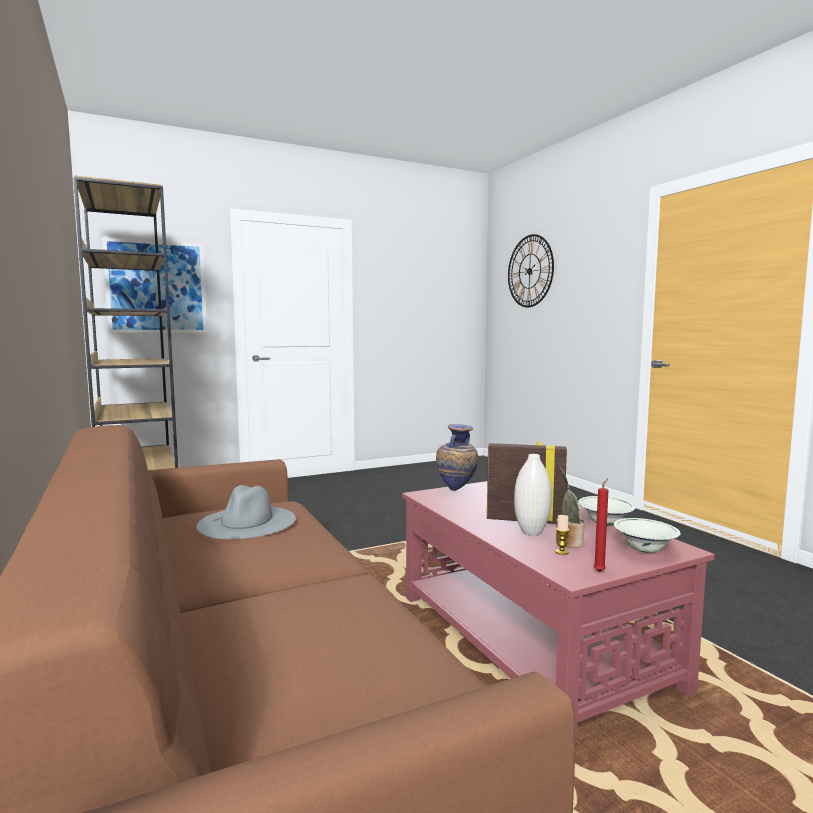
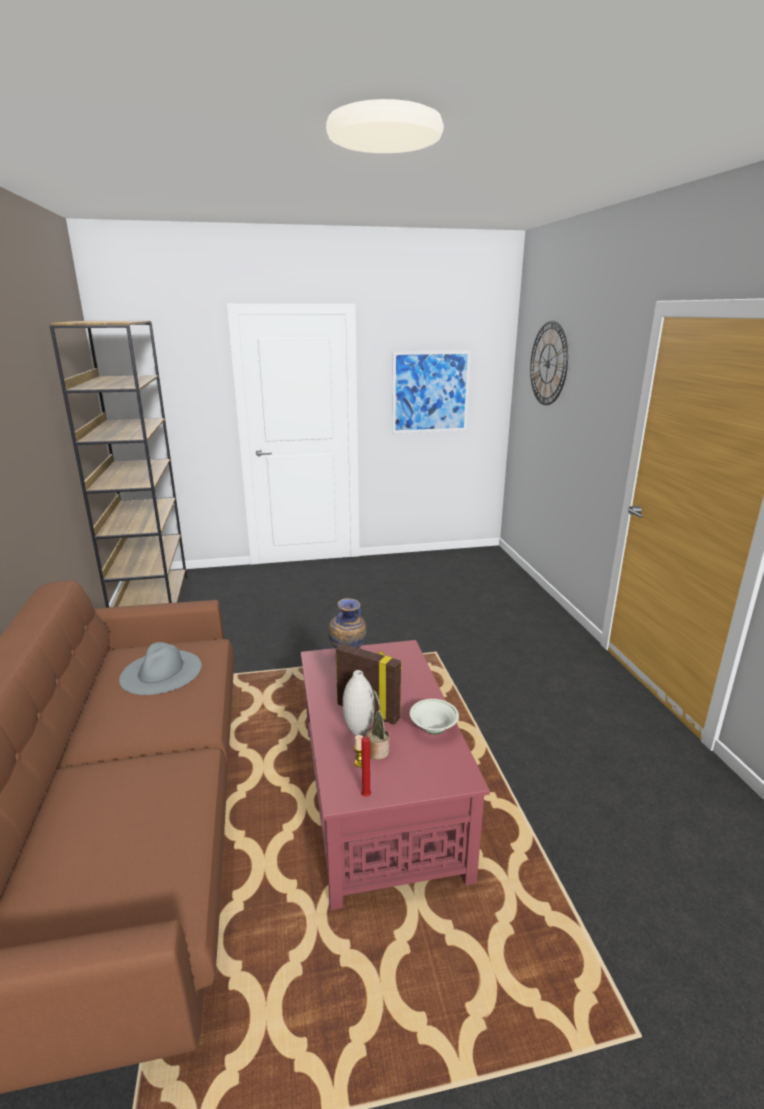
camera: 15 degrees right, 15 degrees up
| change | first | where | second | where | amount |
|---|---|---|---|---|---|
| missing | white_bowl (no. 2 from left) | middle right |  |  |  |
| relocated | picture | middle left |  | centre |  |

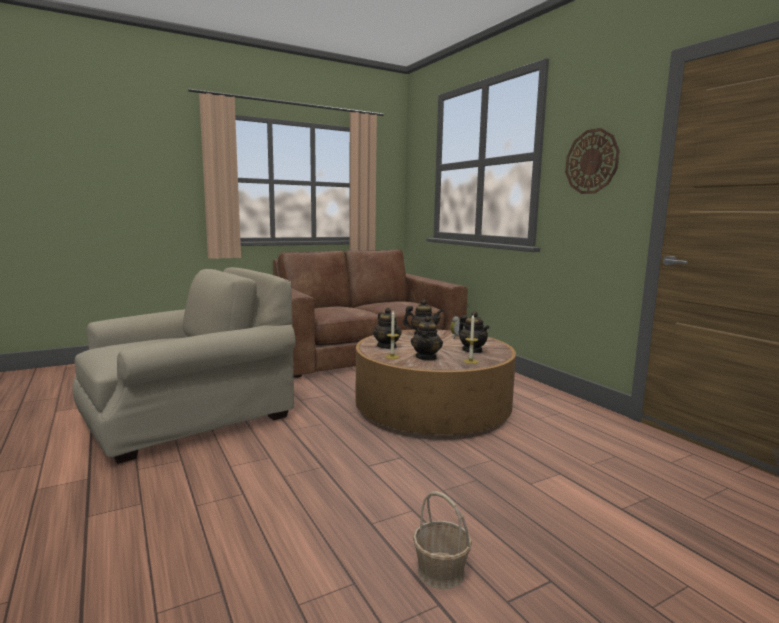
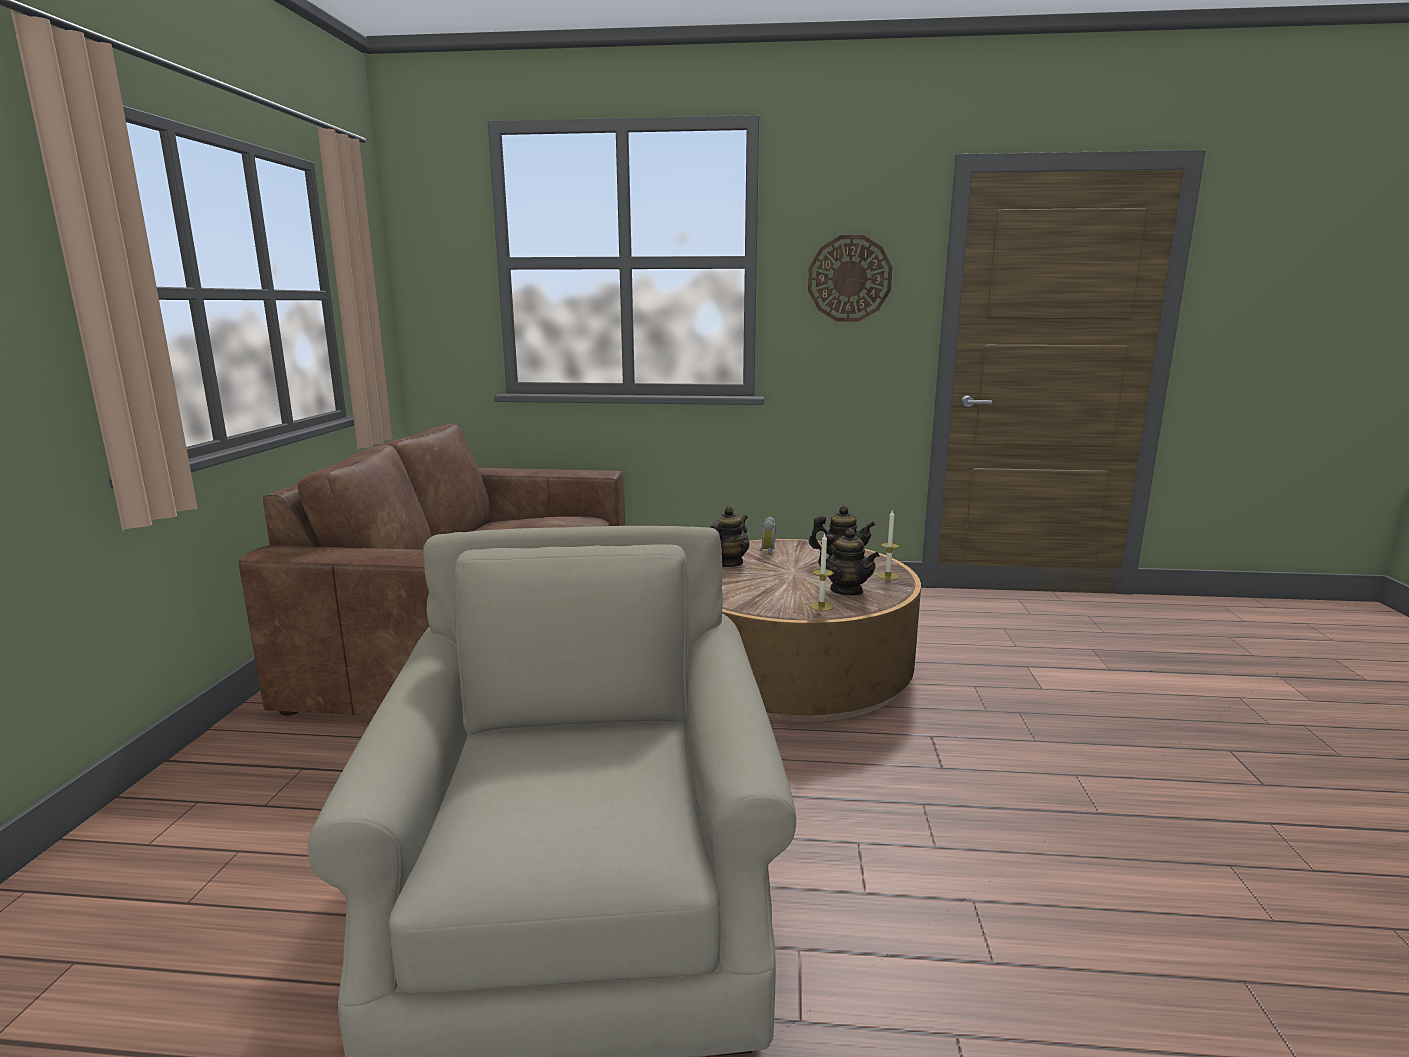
camera: 55 degrees left, 5 degrees up
| change | first | where | second | where | amount |
|---|---|---|---|---|---|
| missing | teapot (no. 1 from left) | centre |  |  |  |
| missing | basket | bottom centre |  |  |  |

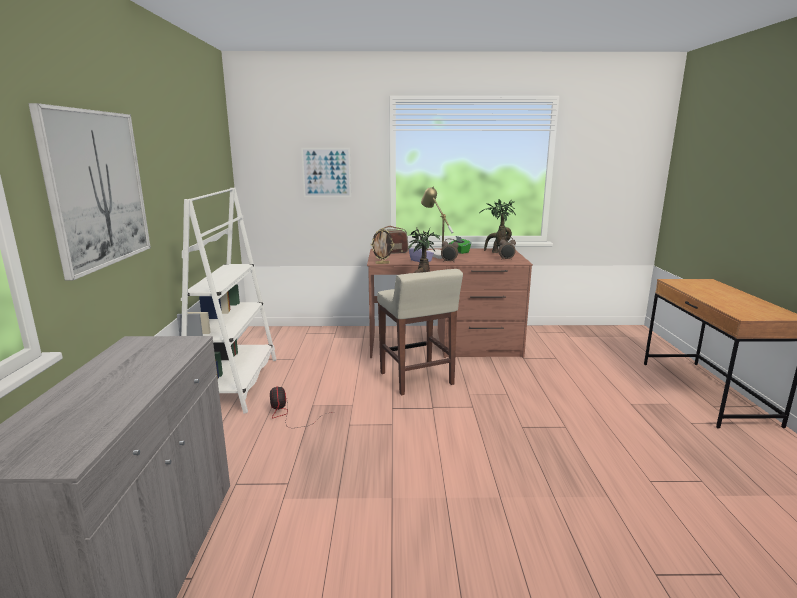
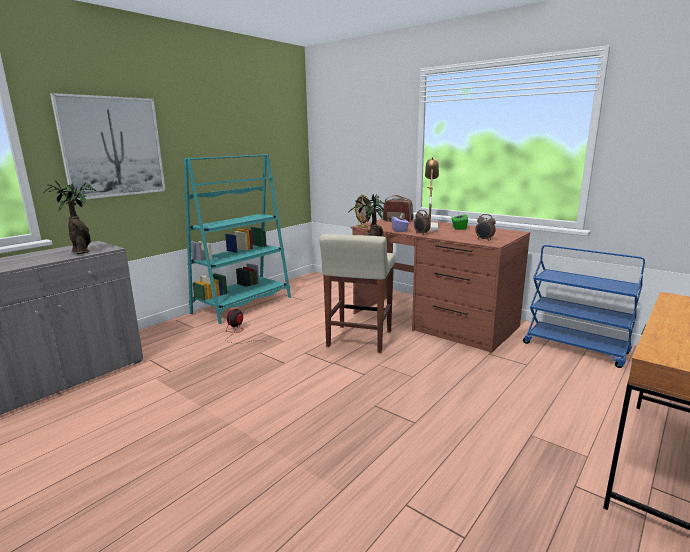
camera: 40 degrees right, 0 degrees up
| change | first | where | second | where | amount |
|---|---|---|---|---|---|
| missing | picture (no. 2 from left) | top centre |  |  |  |
| appeared |  |  | blue_cart | middle right |  |
| relocated | potted_plant (no. 2 from left in the first image) | centre | potted_plant (no. 1 from left) | middle left |  |
| colour | white_bookcase | middle left | turquoise_bookcase | centre |  |

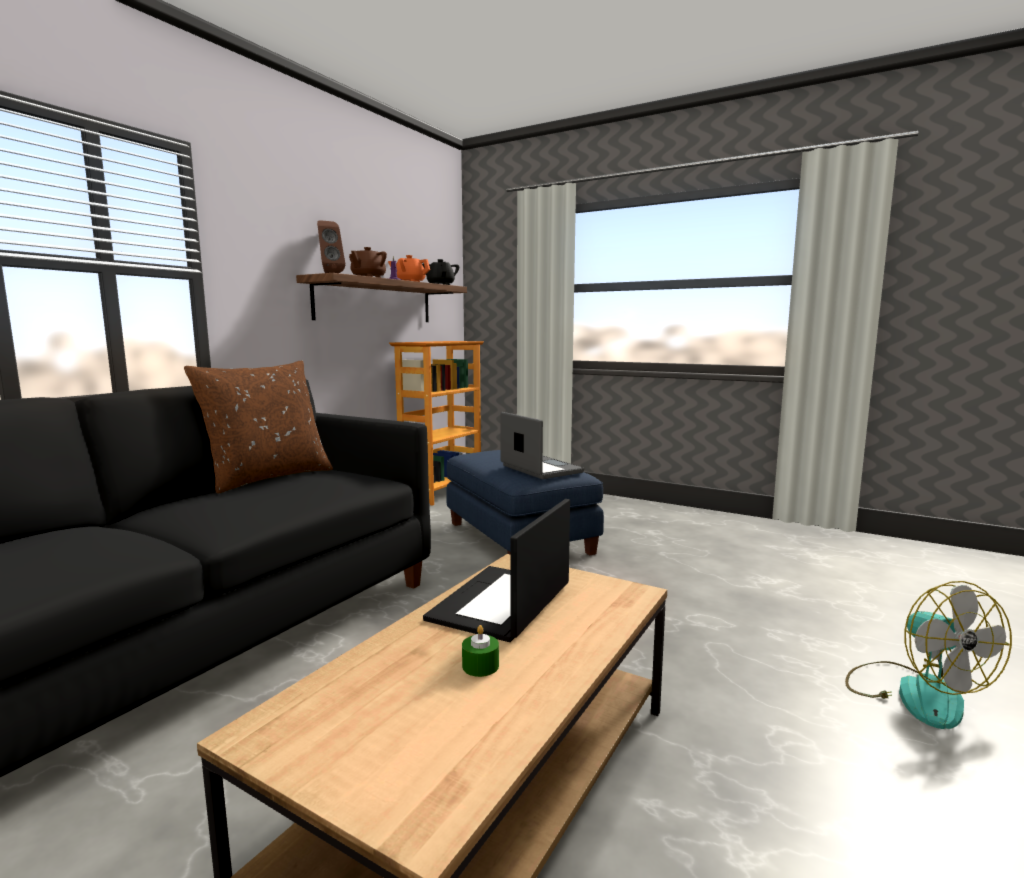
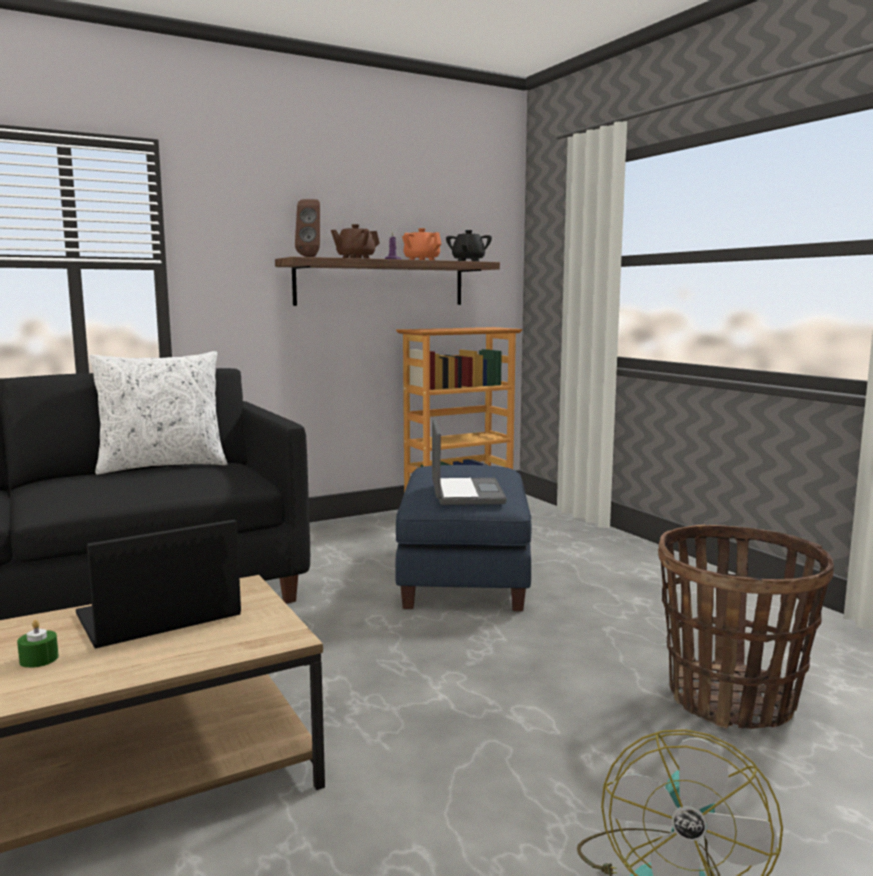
camera: 30 degrees right, 0 degrees up
| change | first | where | second | where | amount |
|---|---|---|---|---|---|
| appeared |  |  | basket | bottom right |  |
| colour | brown_pillow | middle left | white_pillow | middle left |  |

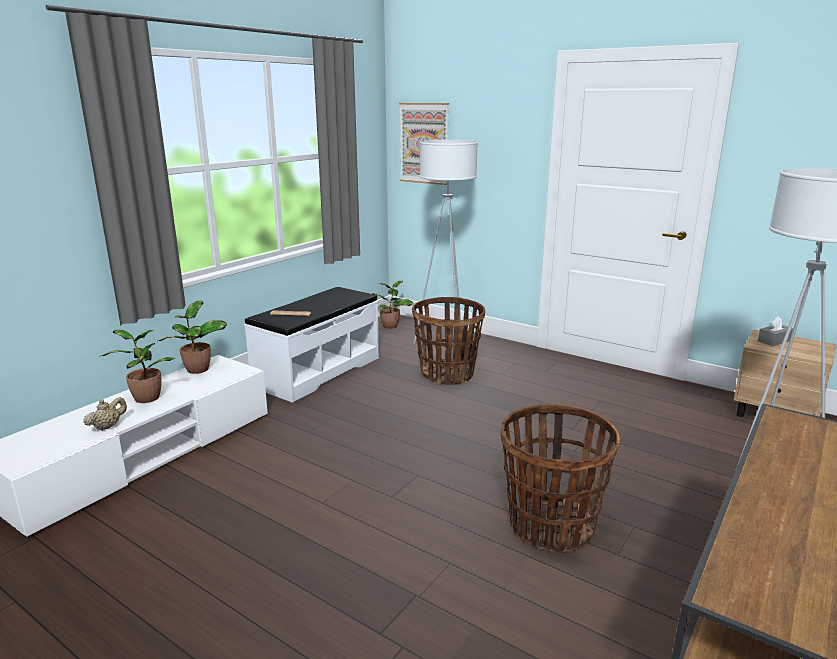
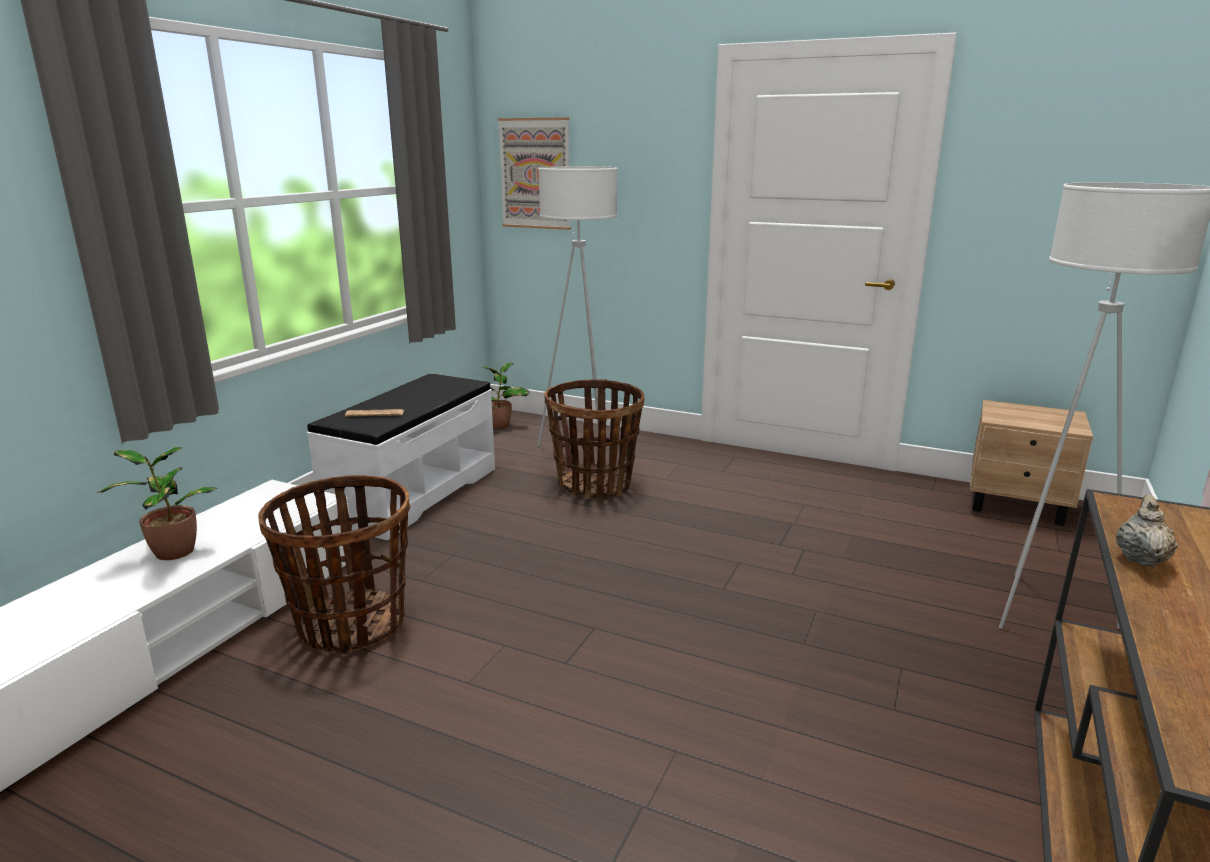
camera: 10 degrees left, 0 degrees up
| change | first | where | second | where | amount |
|---|---|---|---|---|---|
| missing | potted_plant (no. 2 from left) | middle left |  |  |  |
| missing | grey_tissue_box | middle right |  |  |  |
| relocated | beige_teapot | middle left |  | middle right |  |
| relocated | basket (no. 2 from left in the first image) | bottom right | basket (no. 1 from left) | middle left |  |

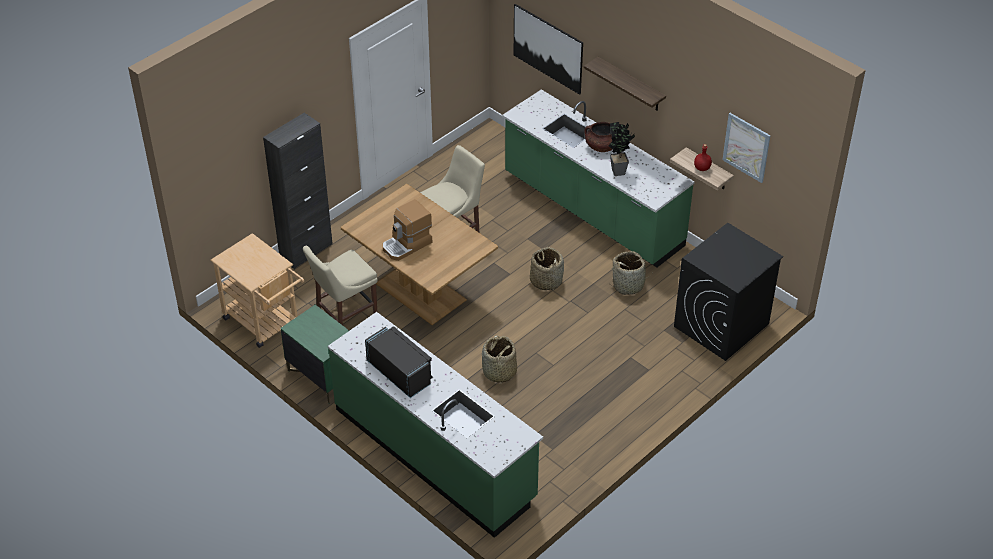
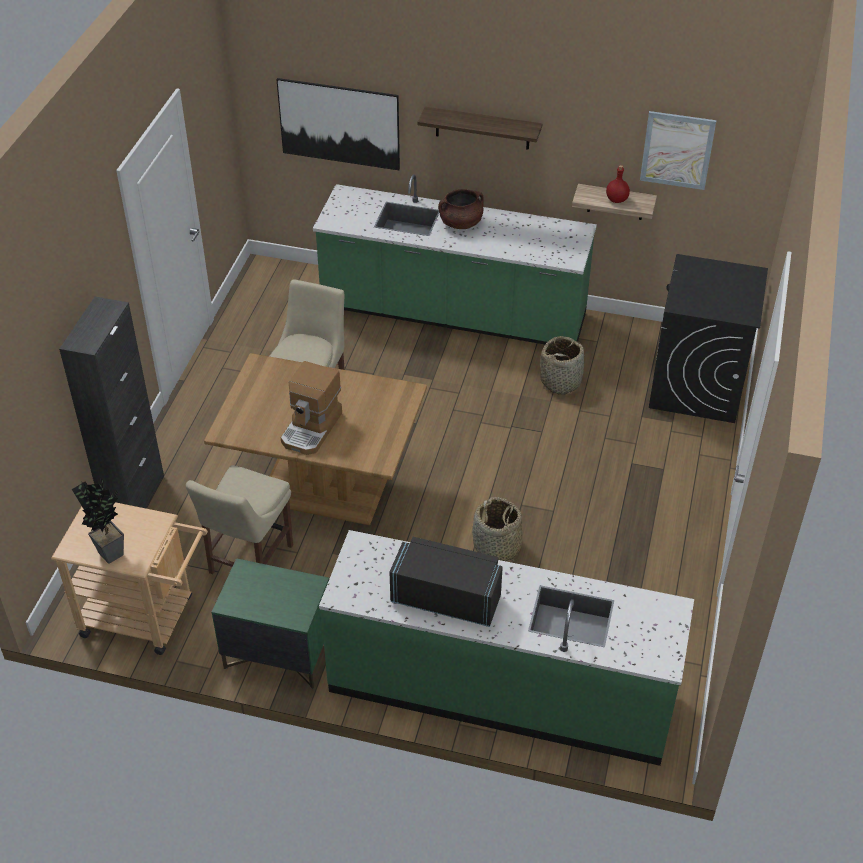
camera: 30 degrees left, 0 degrees up
| change | first | where | second | where | amount |
|---|---|---|---|---|---|
| missing | basket (no. 2 from left) | centre |  |  |  |
| relocated | potted_plant | top centre |  | middle left |  |

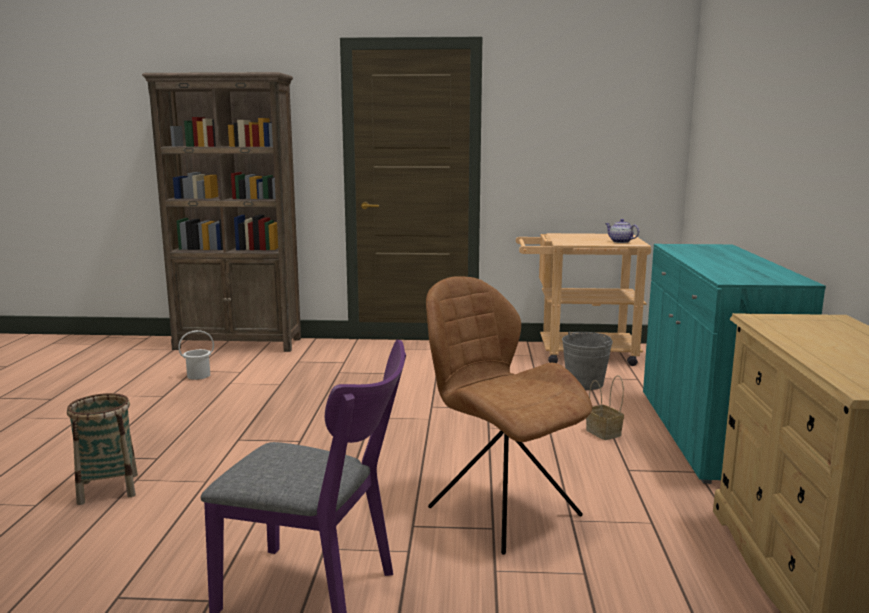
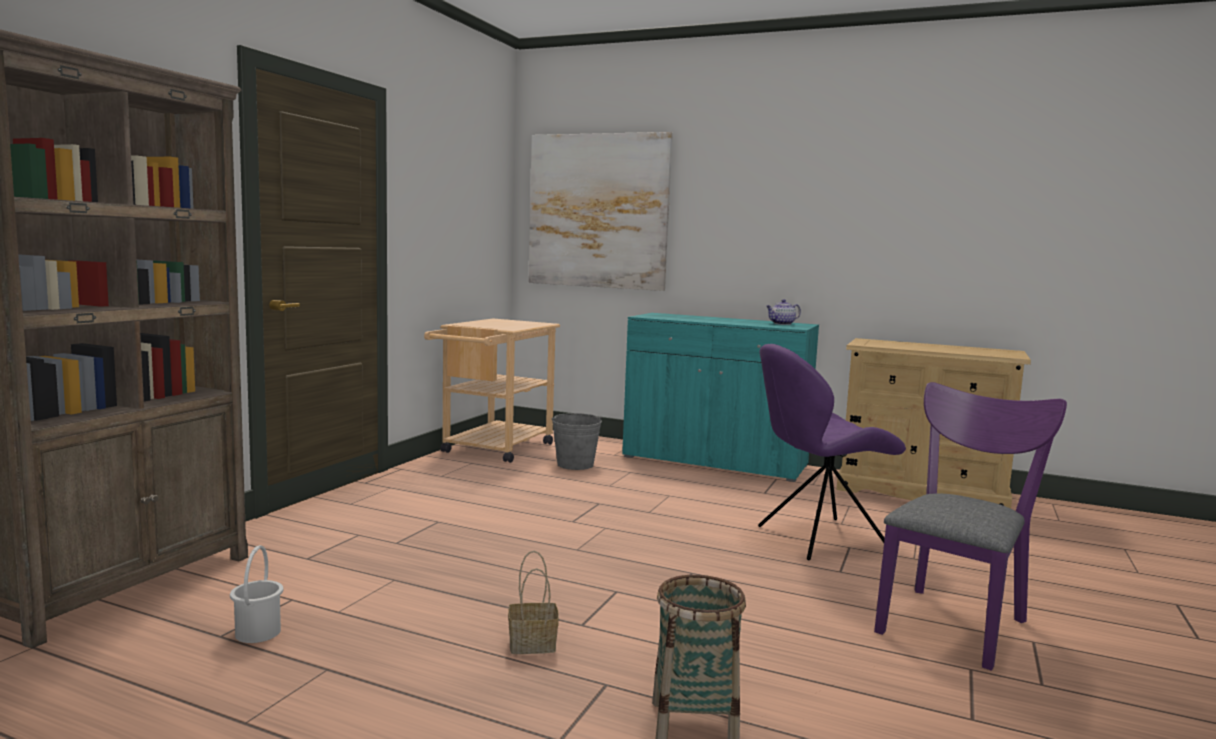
camera: 70 degrees left, 5 degrees down
| change | first | where | second | where | amount |
|---|---|---|---|---|---|
| appeared |  |  | picture | top centre |  |
| relocated | basket (no. 2 from left in the first image) | middle right | basket (no. 1 from left) | bottom centre |  |
| relocated | teapot | middle right |  | centre |  |
| colour | brown_chair | bottom centre | purple_chair (no. 1 from left) | middle right |  |

